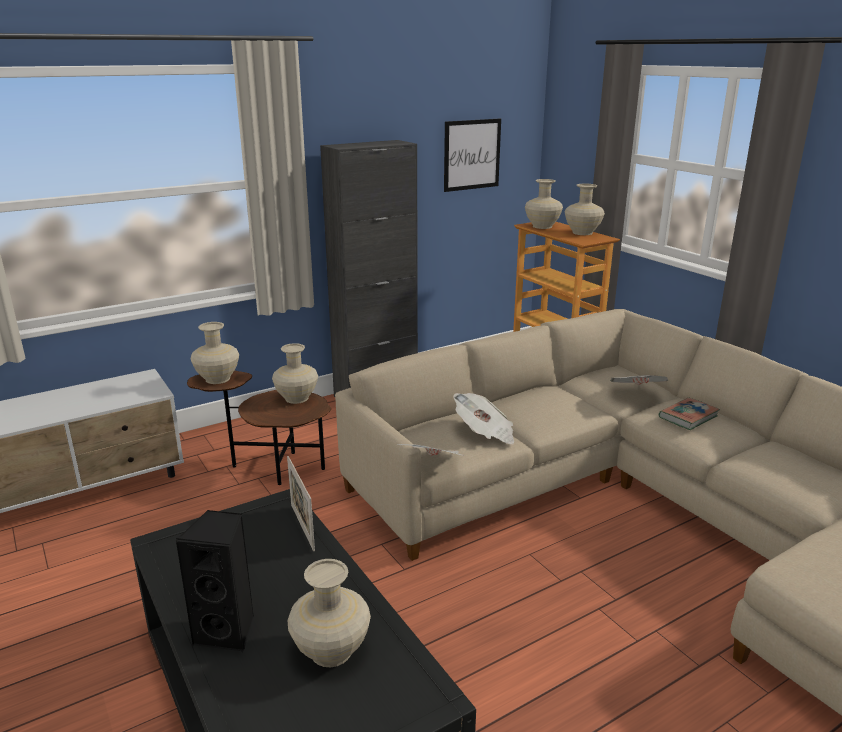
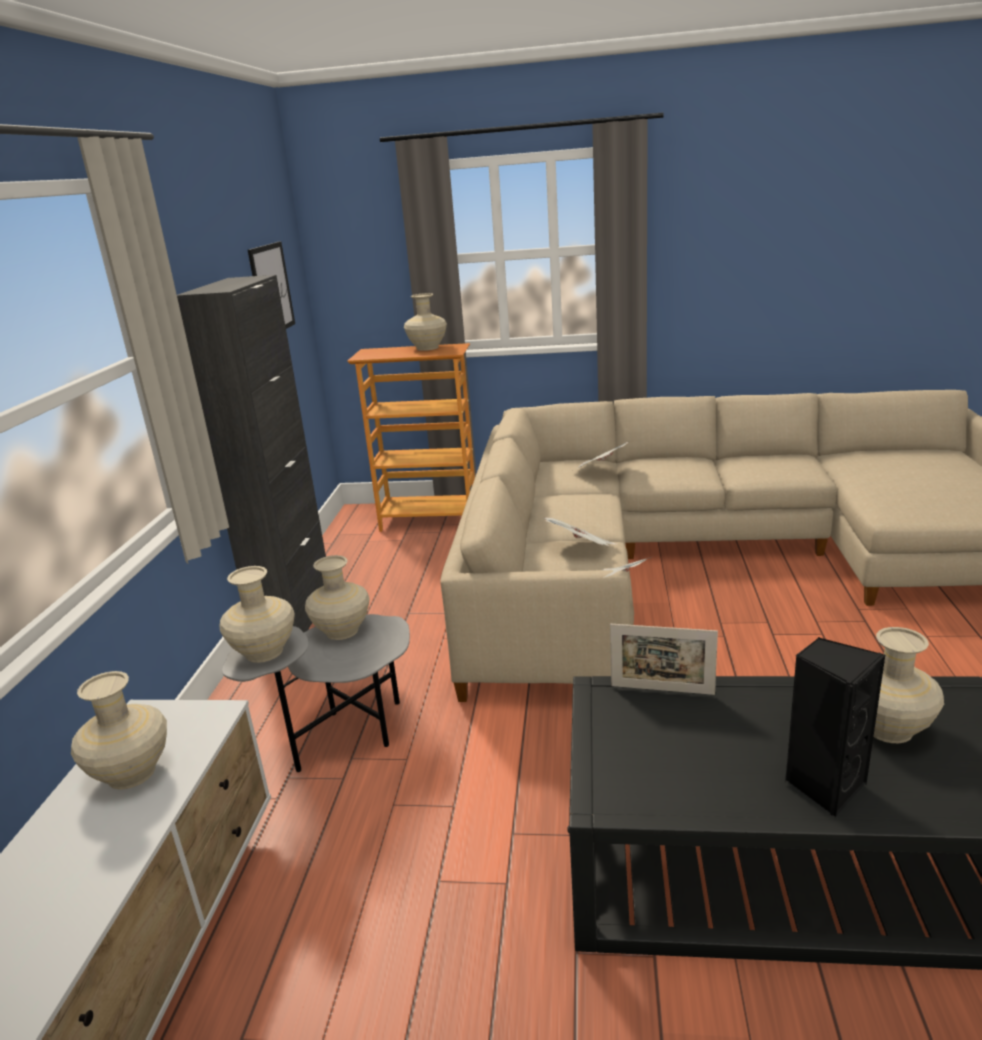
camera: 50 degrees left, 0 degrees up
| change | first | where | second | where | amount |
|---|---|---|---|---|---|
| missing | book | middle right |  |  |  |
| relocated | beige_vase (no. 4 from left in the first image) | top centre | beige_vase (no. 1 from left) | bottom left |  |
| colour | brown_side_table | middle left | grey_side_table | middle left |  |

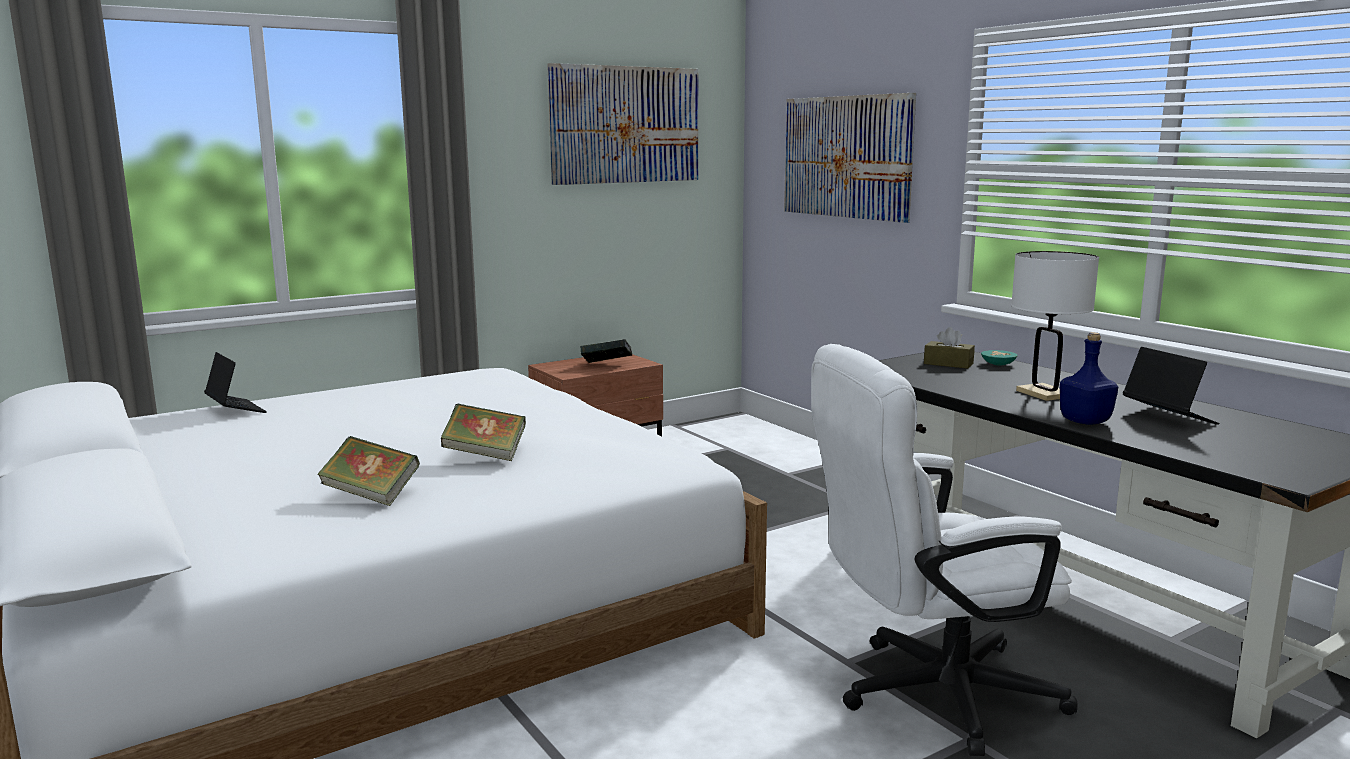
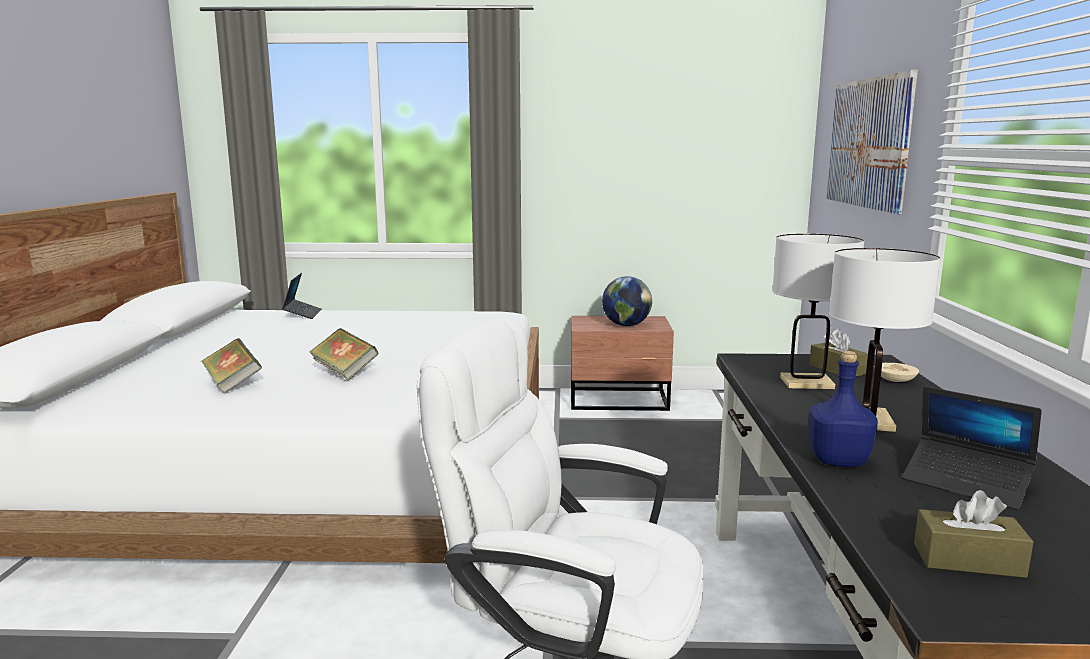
camera: 35 degrees right, 0 degrees up
| change | first | where | second | where | amount |
|---|---|---|---|---|---|
| missing | picture (no. 1 from left) | top centre |  |  |  |
| appeared |  |  | white_table_lamp (no. 1 from left) | middle right |  |
| appeared |  |  | brown_tissue_box (no. 2 from left) | bottom right |  |
| exchanged | book (no. 3 from left) | centre | globe | centre |  |
| colour | turquoise_bowl | middle right | beige_bowl | middle right |  |
| spun | laptop (no. 2 from left) | middle right |  | bottom right | 120 degrees clockwise |

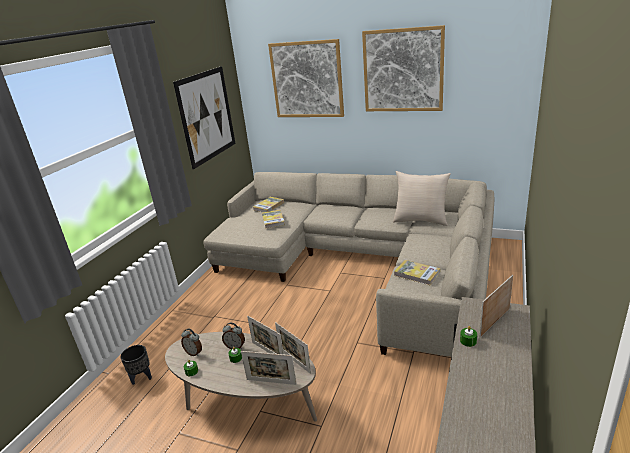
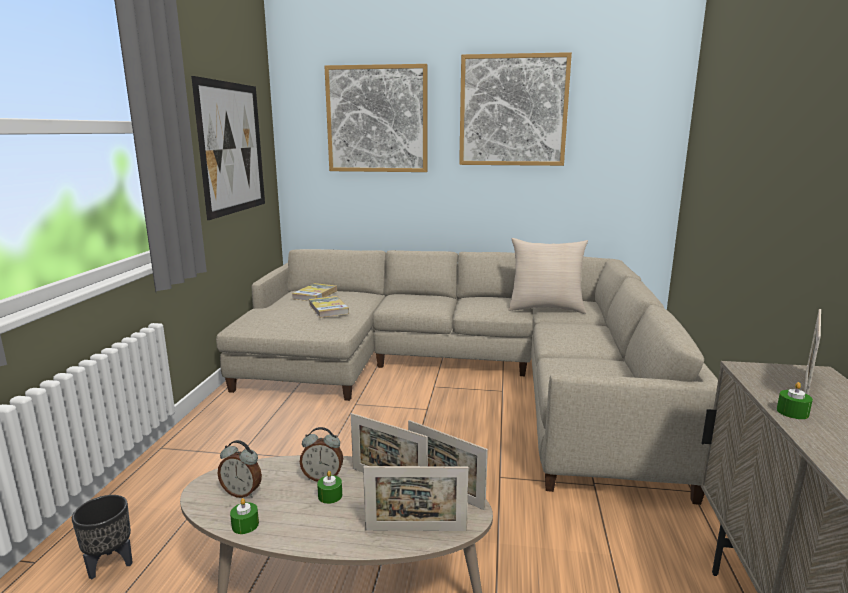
camera: 15 degrees left, 10 degrees down
| change | first | where | second | where | amount |
|---|---|---|---|---|---|
| missing | book (no. 3 from left) | centre |  |  |  |

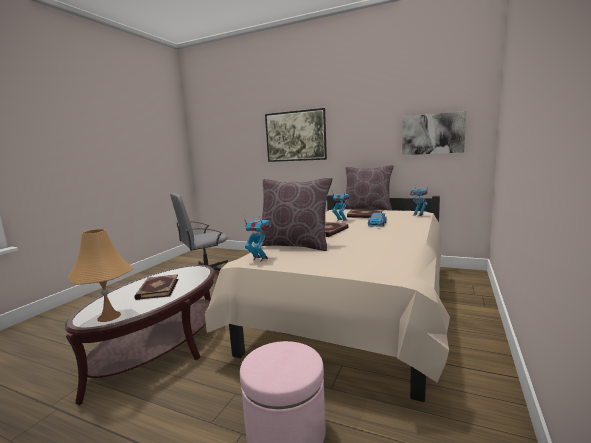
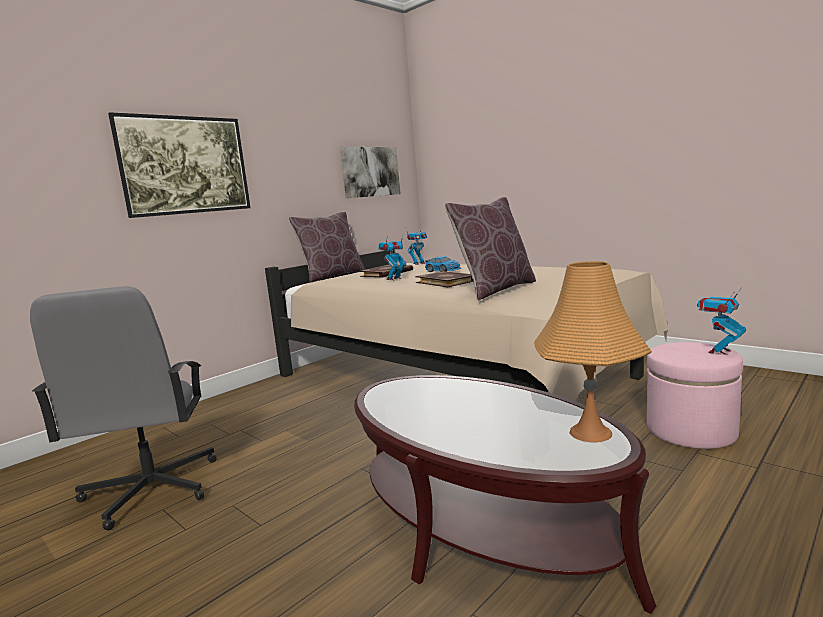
camera: 70 degrees left, 0 degrees up
| change | first | where | second | where | amount |
|---|---|---|---|---|---|
| missing | book (no. 1 from left) | middle left |  |  |  |
| relocated | toy_robot (no. 1 from left in the first image) | centre | toy_robot (no. 3 from left) | middle right |  |

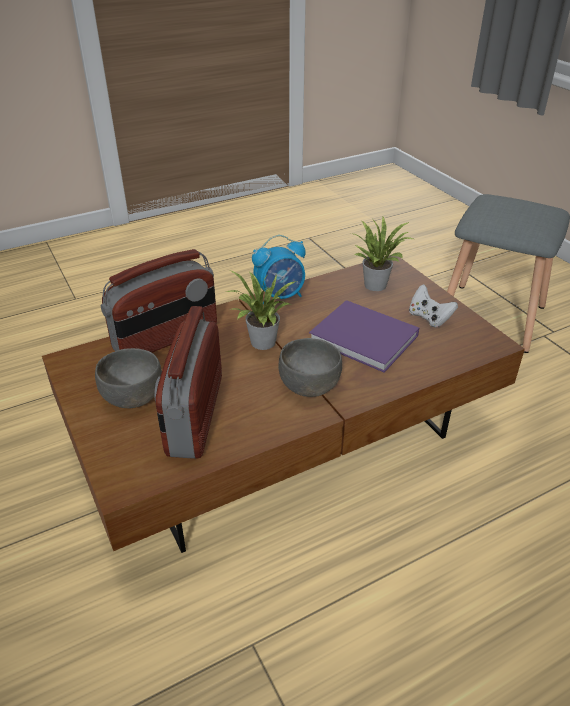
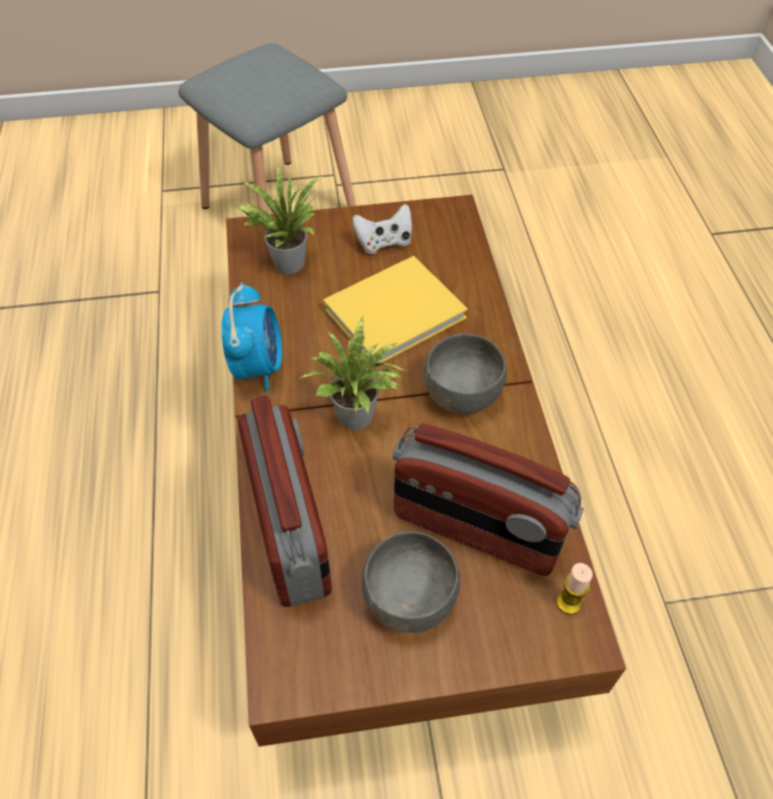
camera: 70 degrees left, 15 degrees up
| change | first | where | second | where | amount |
|---|---|---|---|---|---|
| appeared |  |  | candle | bottom right |  |
| colour | purple_book | centre | yellow_book | centre |  |

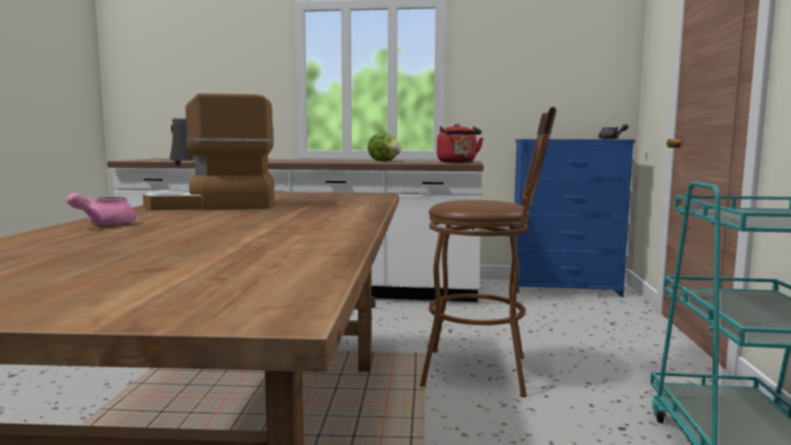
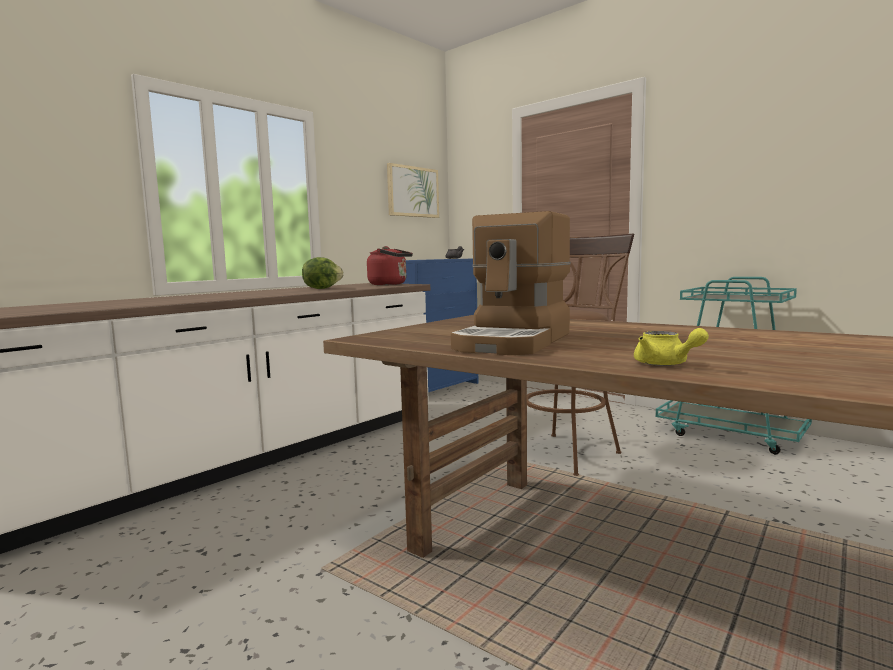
camera: 55 degrees left, 0 degrees up
| change | first | where | second | where | amount |
|---|---|---|---|---|---|
| appeared |  |  | picture | top centre |  |
| colour | pink_teapot | middle left | yellow_teapot | middle right |  |

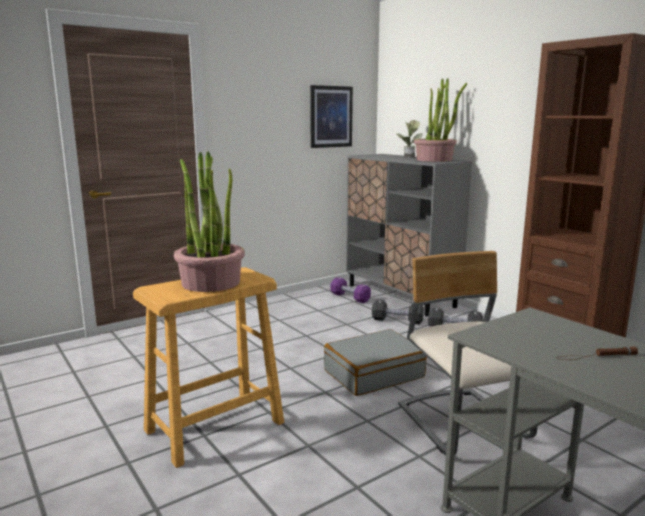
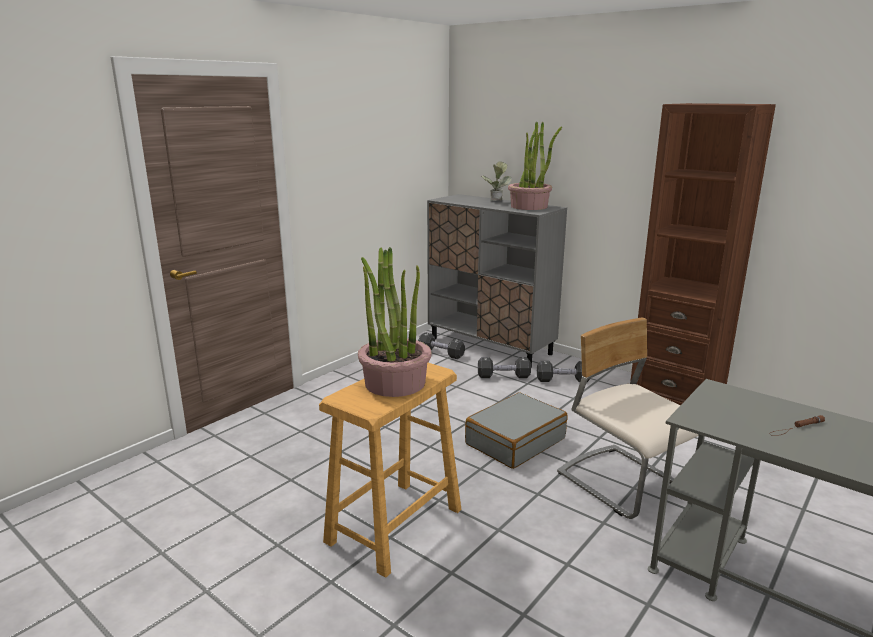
camera: 15 degrees left, 5 degrees up
| change | first | where | second | where | amount |
|---|---|---|---|---|---|
| missing | picture | top centre |  |  |  |
| colour | purple_dumbbell | centre | black_dumbbell (no. 1 from left) | centre |  |

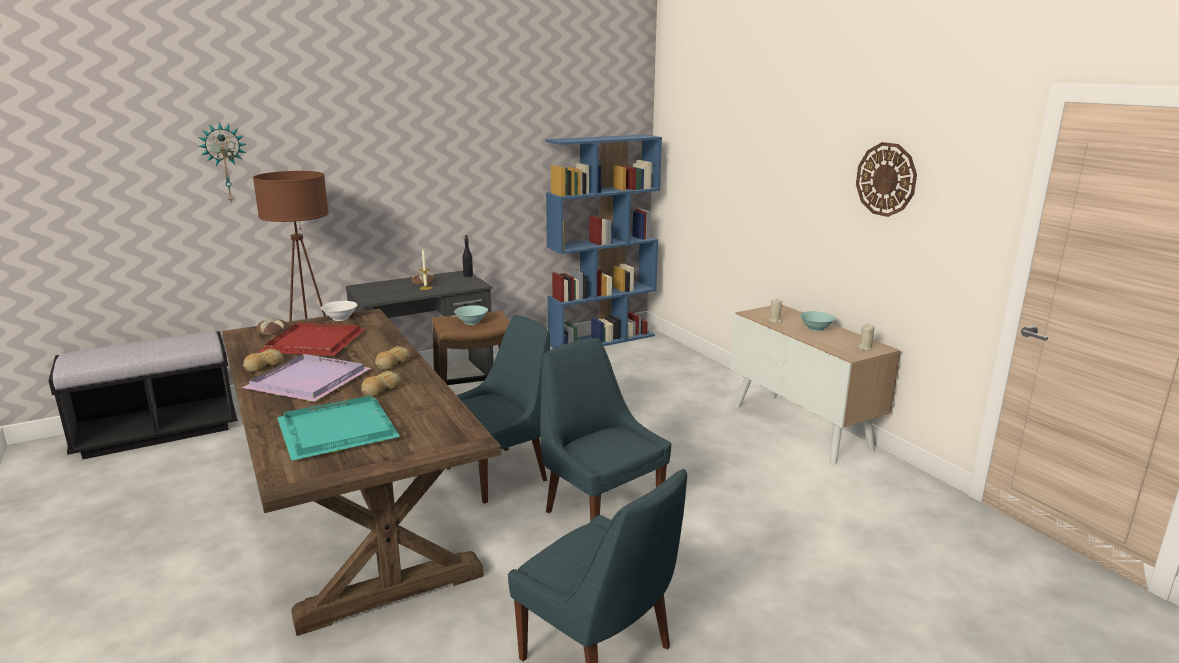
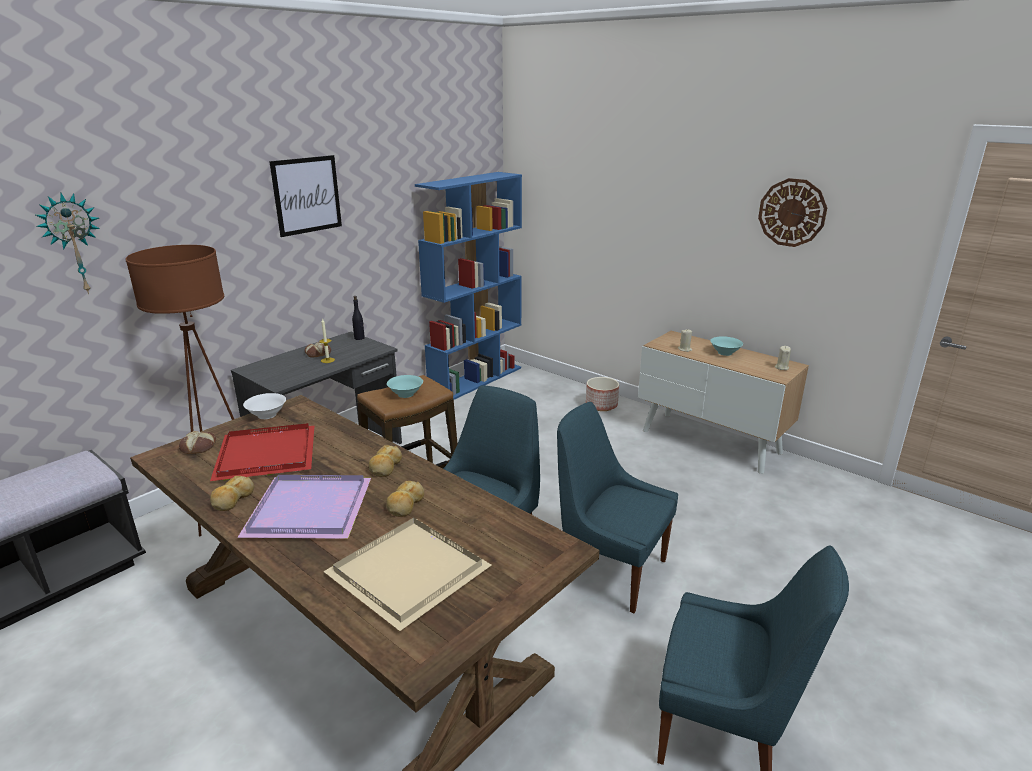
camera: 20 degrees left, 5 degrees up
| change | first | where | second | where | amount |
|---|---|---|---|---|---|
| appeared |  |  | picture | top left |  |
| appeared |  |  | planter | centre |  |
| colour | turquoise_tray | middle left | beige_tray | bottom centre |  |

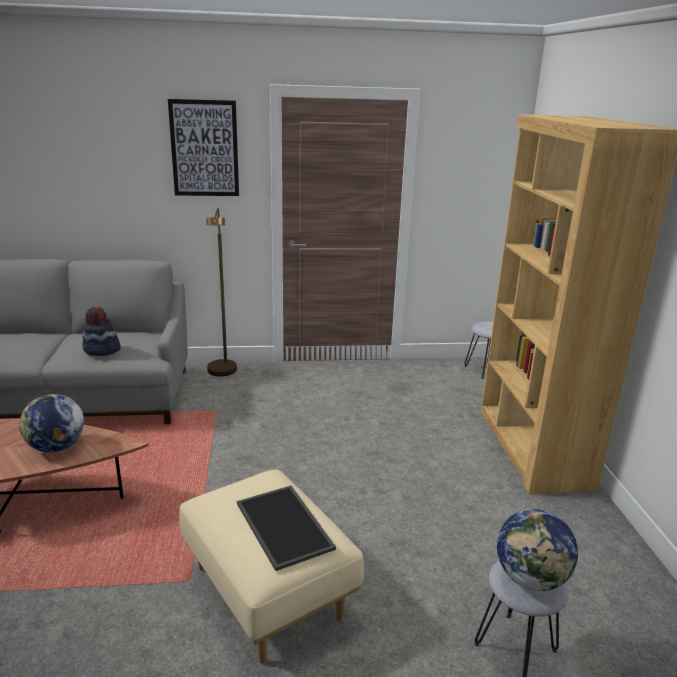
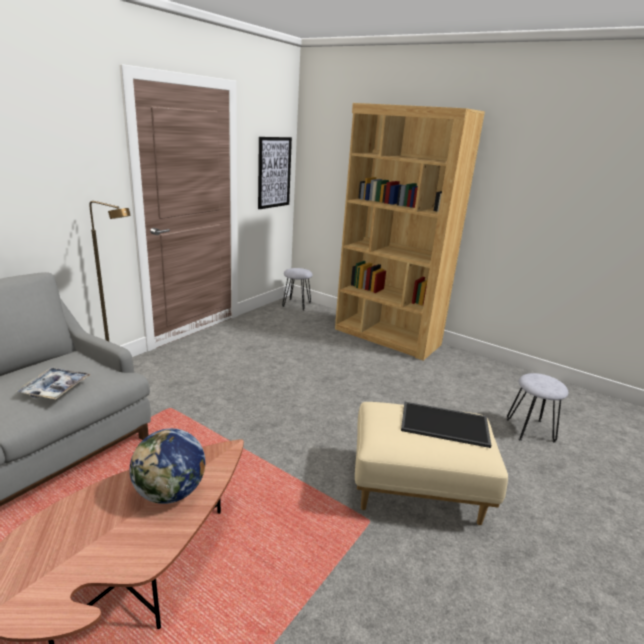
camera: 50 degrees left, 0 degrees up
| change | first | where | second | where | amount |
|---|---|---|---|---|---|
| missing | globe (no. 2 from left) | bottom right |  |  |  |
| relocated | picture | top left |  | top centre |  |
| exchanged | hat | middle left | tray (no. 1 from left) | middle left |  |

